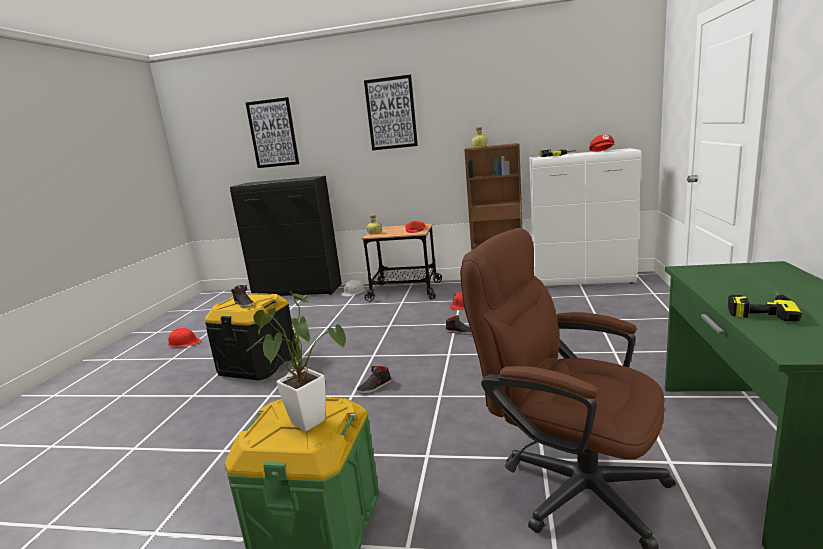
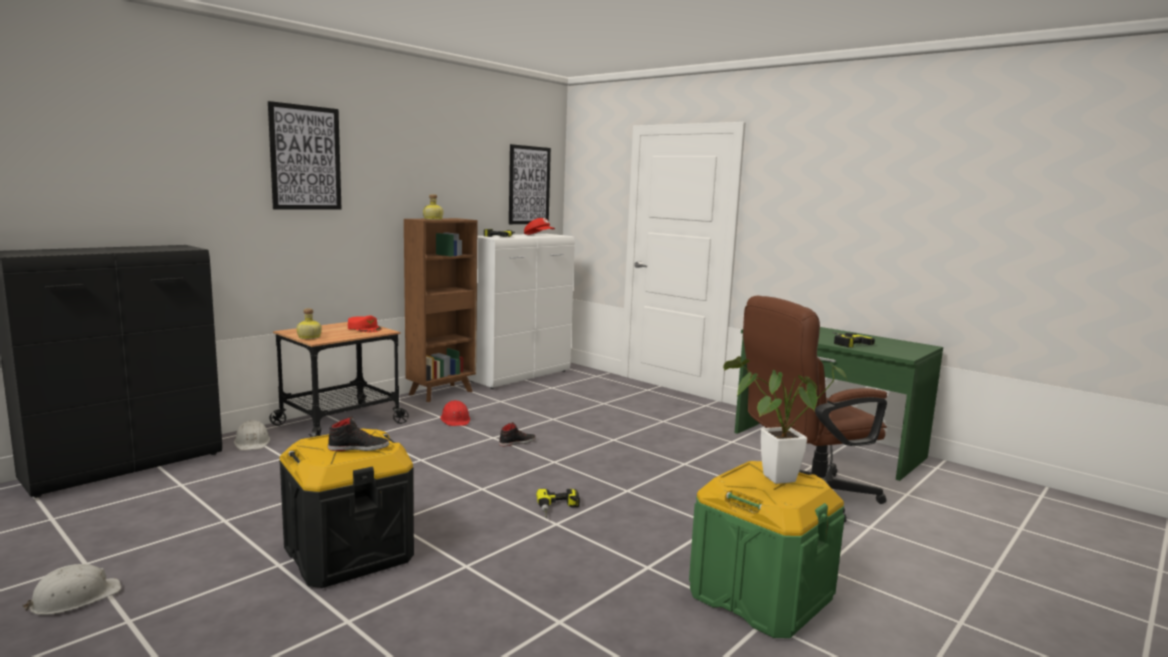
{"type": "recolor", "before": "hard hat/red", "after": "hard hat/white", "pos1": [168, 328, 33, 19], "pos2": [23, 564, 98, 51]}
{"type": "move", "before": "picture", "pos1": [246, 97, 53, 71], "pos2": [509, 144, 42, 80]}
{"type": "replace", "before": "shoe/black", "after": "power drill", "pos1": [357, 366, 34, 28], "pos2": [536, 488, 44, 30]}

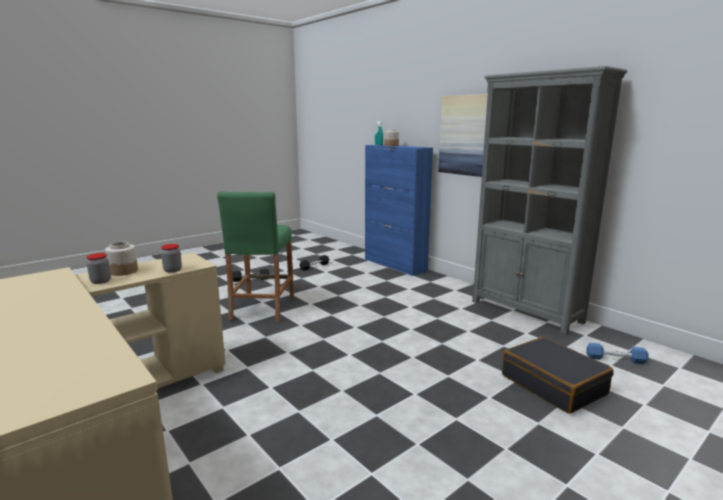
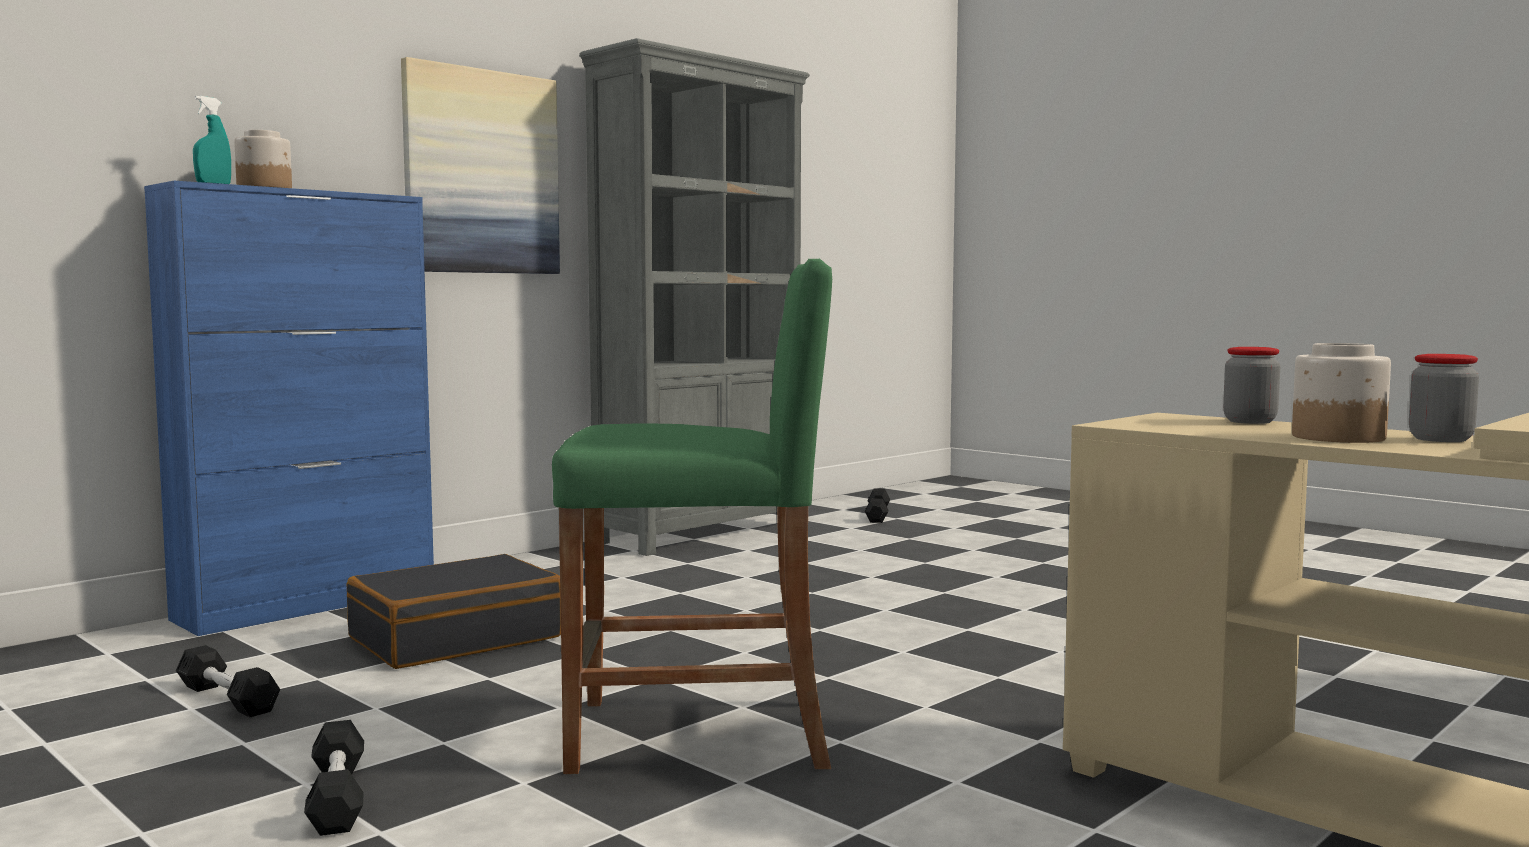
{"type": "move", "before": "suitcase/black", "pos1": [502, 337, 112, 77], "pos2": [347, 554, 214, 115]}
{"type": "recolor", "before": "dumbbell/blue", "after": "dumbbell/black", "pos1": [586, 343, 63, 21], "pos2": [865, 489, 25, 34]}

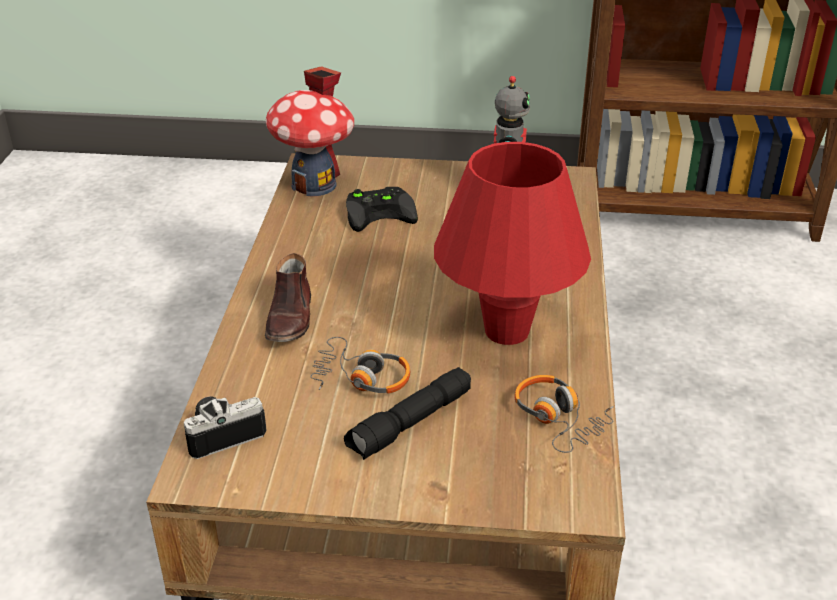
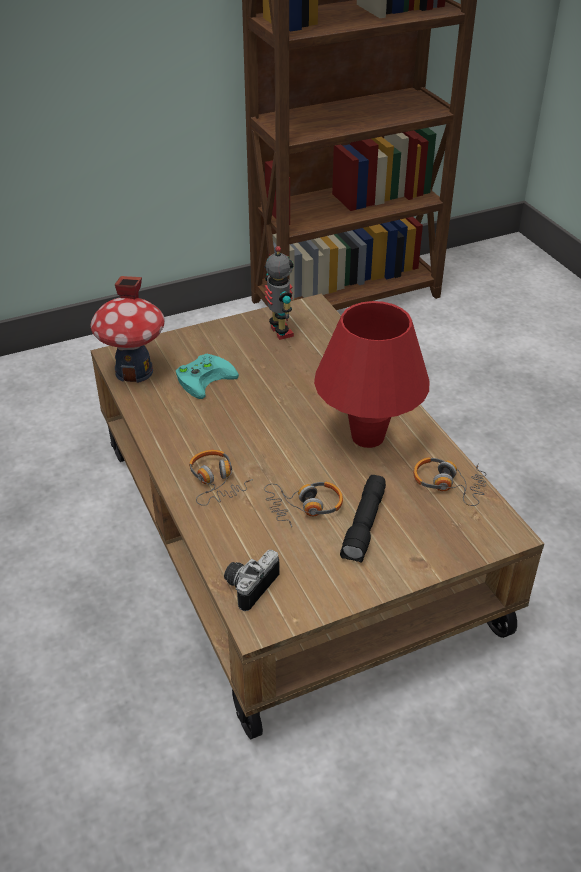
{"type": "recolor", "before": "game controller/black", "after": "game controller/turquoise", "pos1": [346, 187, 72, 45], "pos2": [176, 354, 63, 45]}
{"type": "replace", "before": "shoe/brown", "after": "headphones", "pos1": [265, 253, 46, 89], "pos2": [189, 450, 64, 56]}

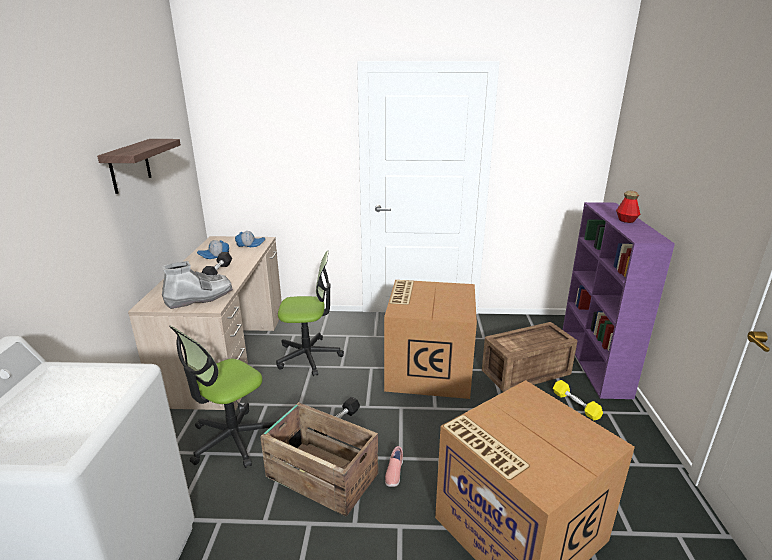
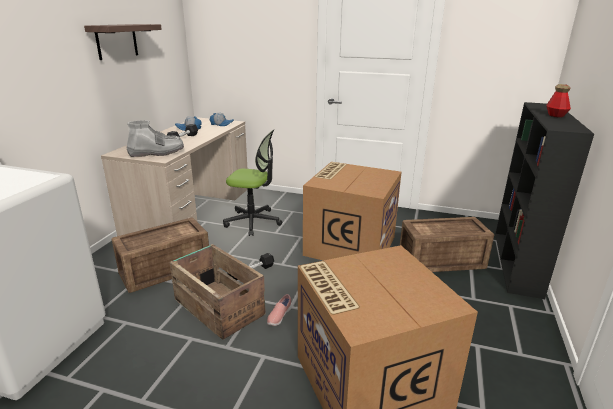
{"type": "replace", "before": "office chair", "after": "crate", "pos1": [170, 325, 106, 143], "pos2": [112, 218, 97, 75]}
{"type": "recolor", "before": "bookcase/purple", "after": "bookcase/black", "pos1": [563, 202, 112, 197], "pos2": [495, 102, 99, 197]}
{"type": "delete", "before": "dumbbell/yellow", "pos1": [553, 380, 50, 40]}

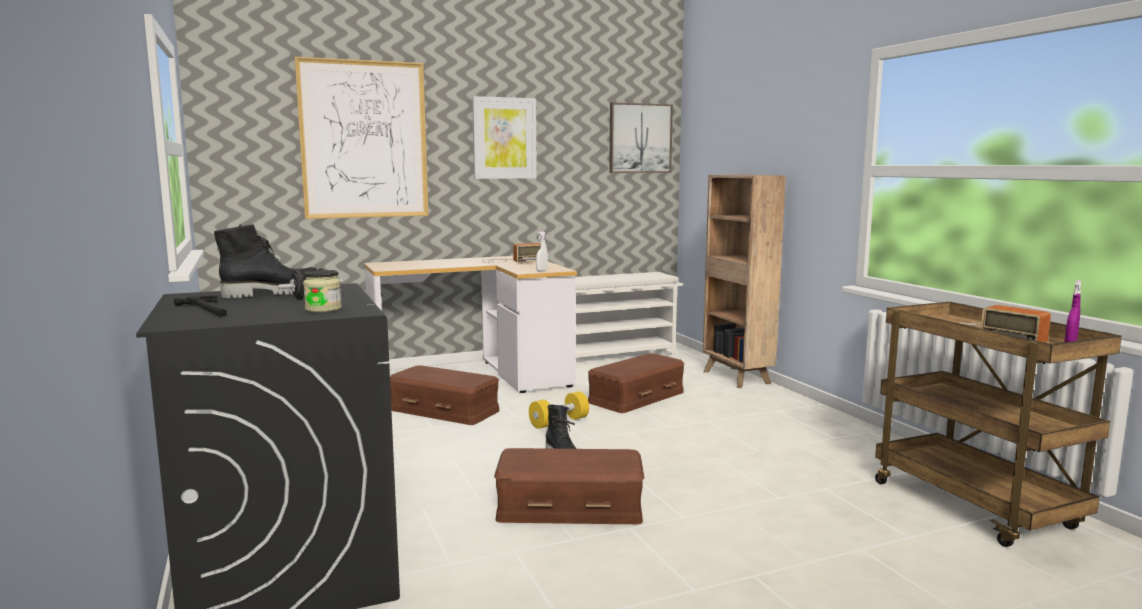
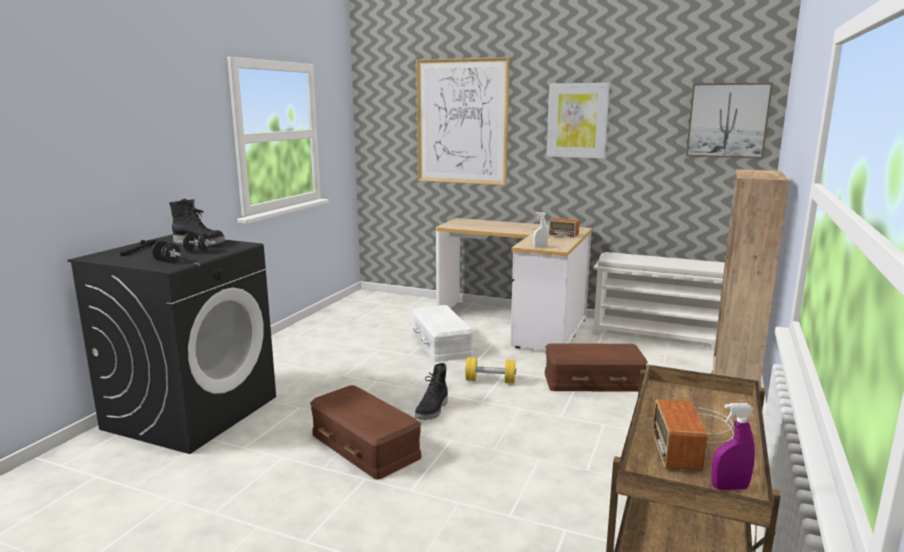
{"type": "replace", "before": "jar", "after": "dumbbell/black", "pos1": [303, 270, 39, 42], "pos2": [151, 241, 30, 22]}
{"type": "recolor", "before": "storage box/brown", "after": "storage box/white", "pos1": [390, 365, 110, 60], "pos2": [412, 305, 61, 57]}

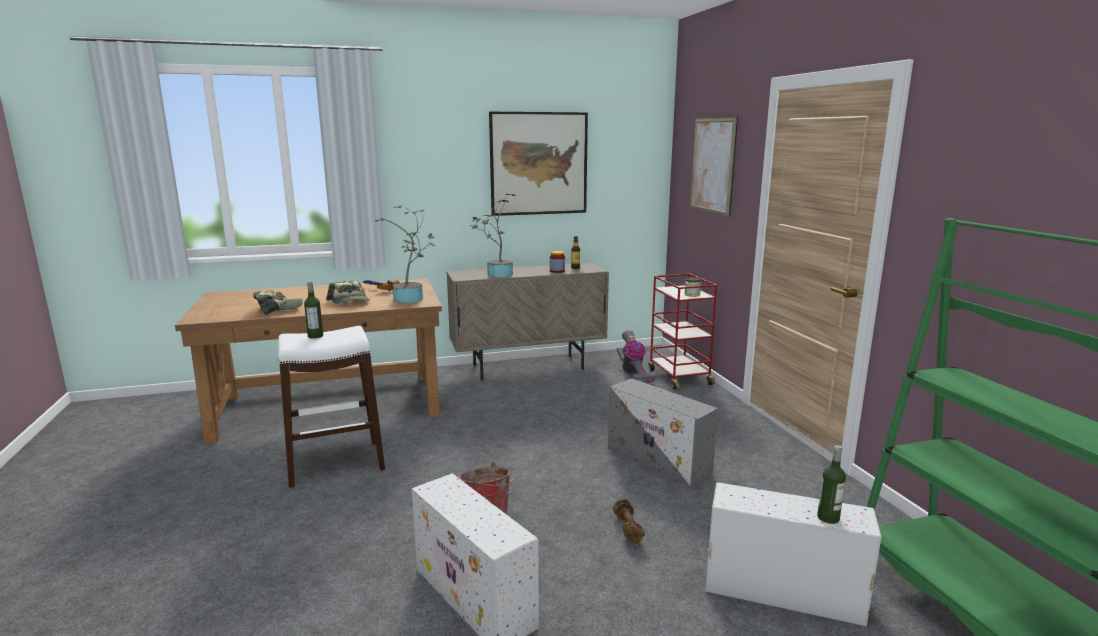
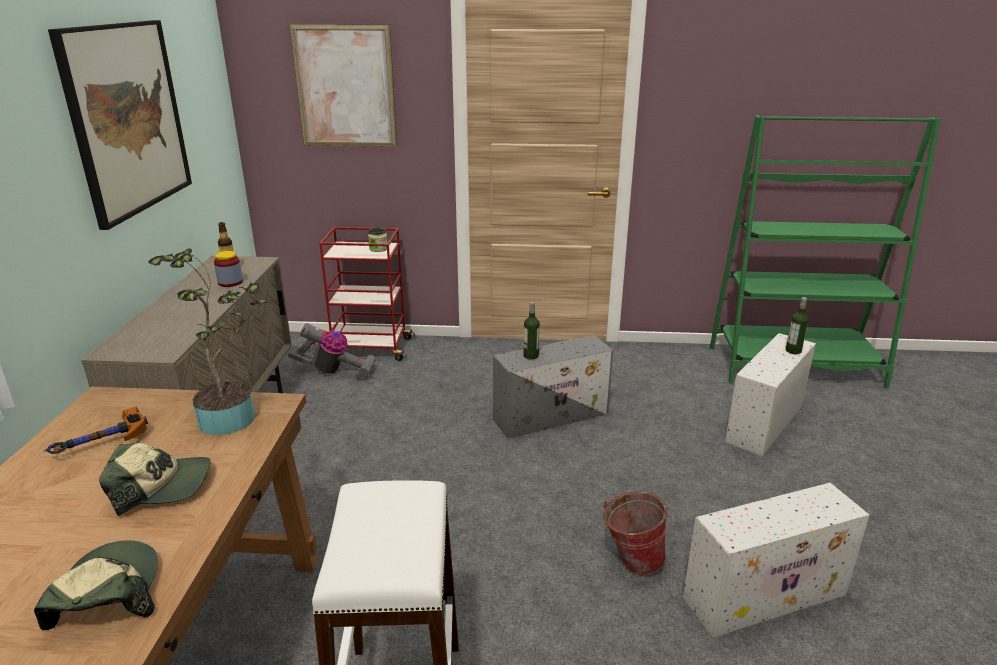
{"type": "move", "before": "bottle", "pos1": [304, 281, 19, 58], "pos2": [524, 301, 16, 58]}
{"type": "delete", "before": "potted plant", "pos1": [470, 194, 46, 83]}
{"type": "delete", "before": "dumbbell/brown", "pos1": [613, 499, 32, 45]}

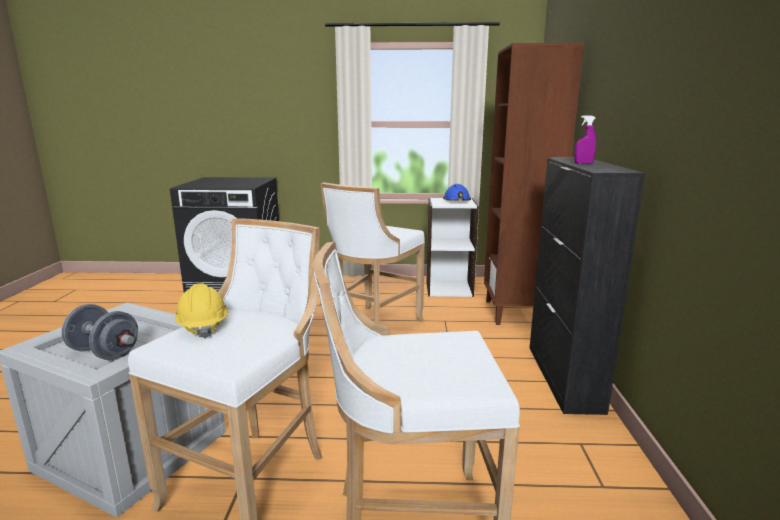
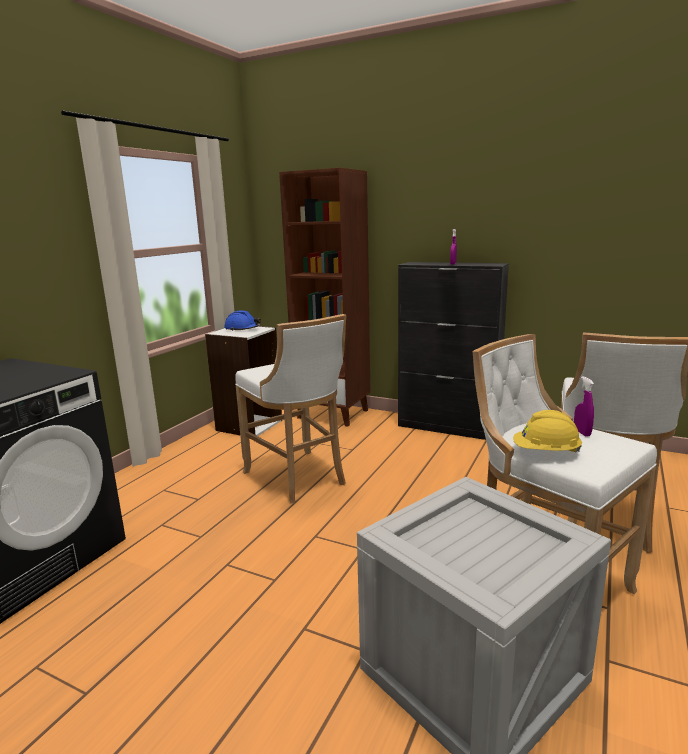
{"type": "insert", "after": "spray bottle/purple", "pos2": [574, 376, 20, 61]}
{"type": "delete", "before": "dumbbell/grey", "pos1": [61, 304, 77, 56]}

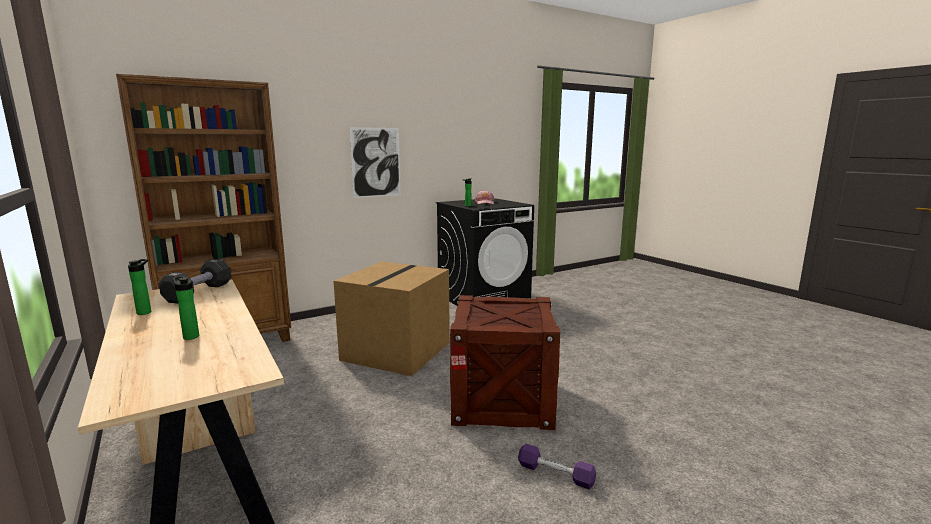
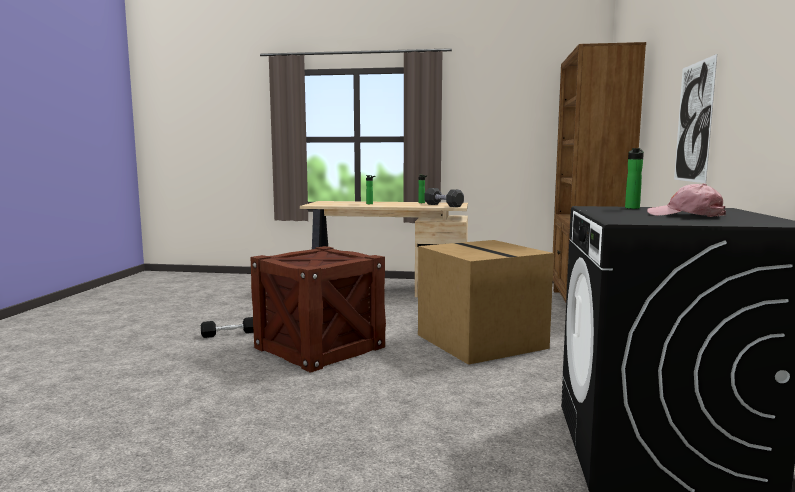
{"type": "recolor", "before": "dumbbell/purple", "after": "dumbbell/black", "pos1": [518, 444, 78, 45], "pos2": [201, 317, 53, 21]}

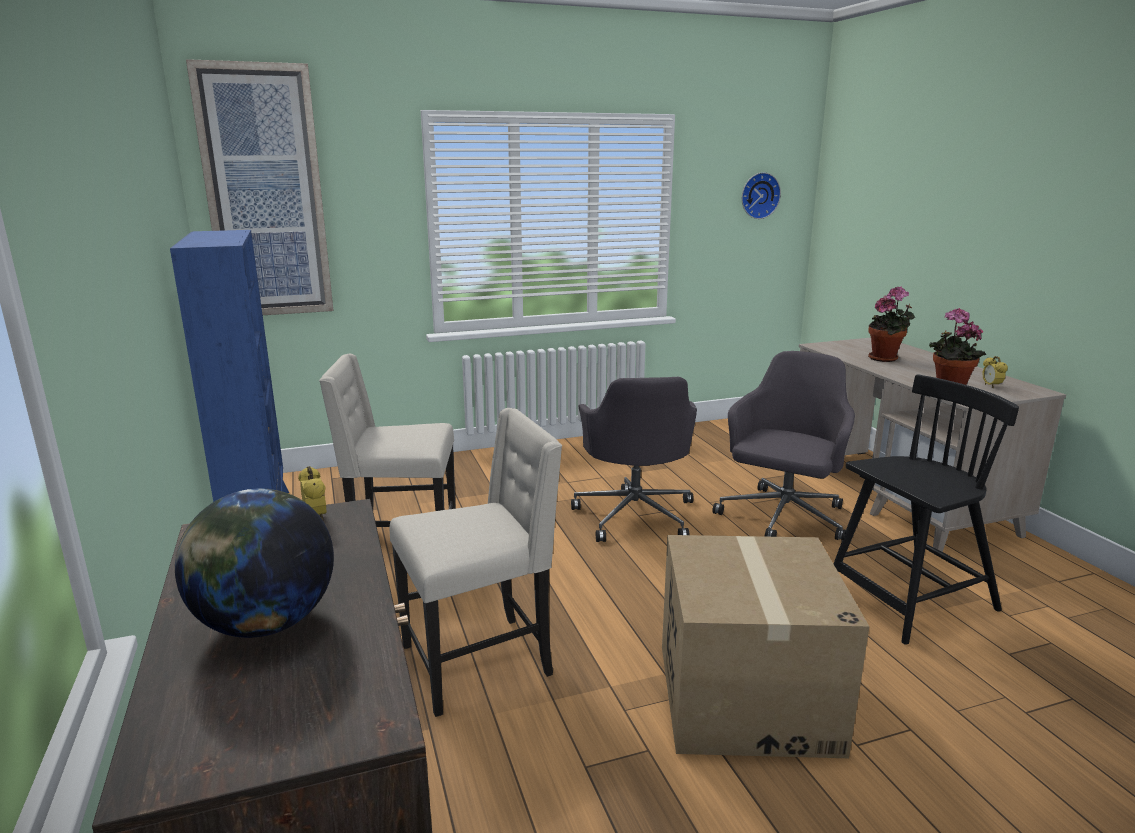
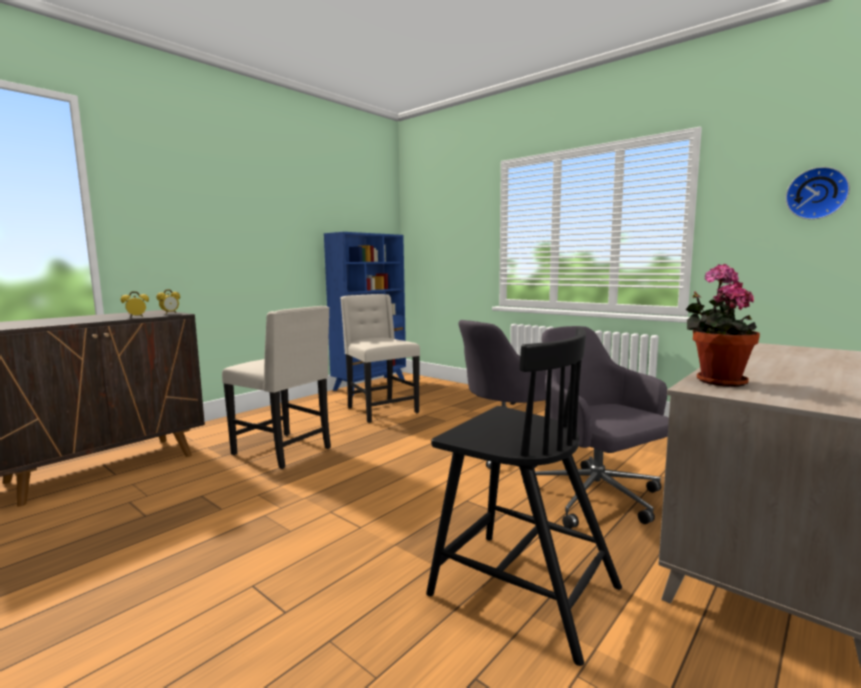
{"type": "move", "before": "alarm clock", "pos1": [982, 356, 26, 32], "pos2": [120, 291, 29, 27]}
{"type": "rotate", "before": "office chair/grey", "pos1": [712, 351, 143, 190], "pos2": [523, 326, 146, 203], "turn": -120}
{"type": "delete", "before": "globe", "pos1": [175, 488, 159, 150]}
{"type": "delete", "before": "picture", "pos1": [186, 59, 148, 256]}
{"type": "delete", "before": "cardboard box", "pos1": [662, 535, 208, 223]}
{"type": "delete", "before": "potted plant", "pos1": [868, 287, 47, 75]}

